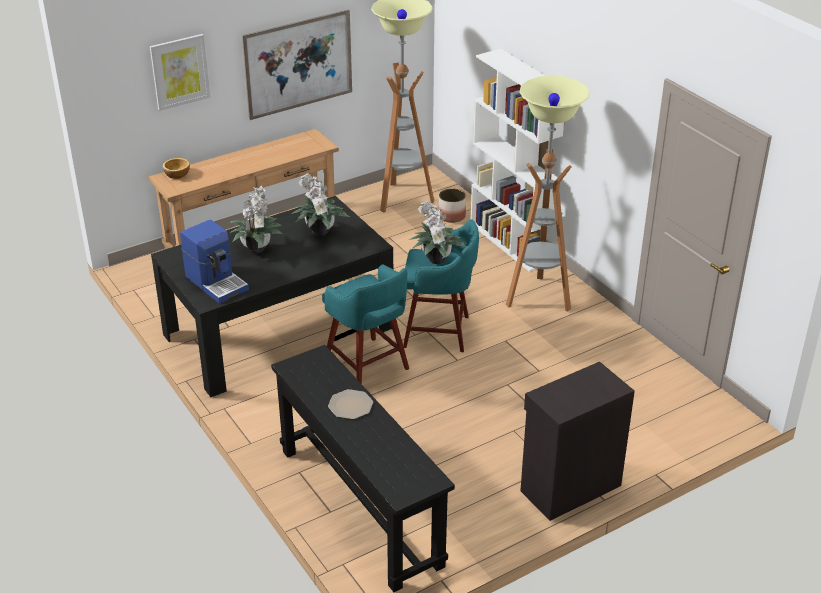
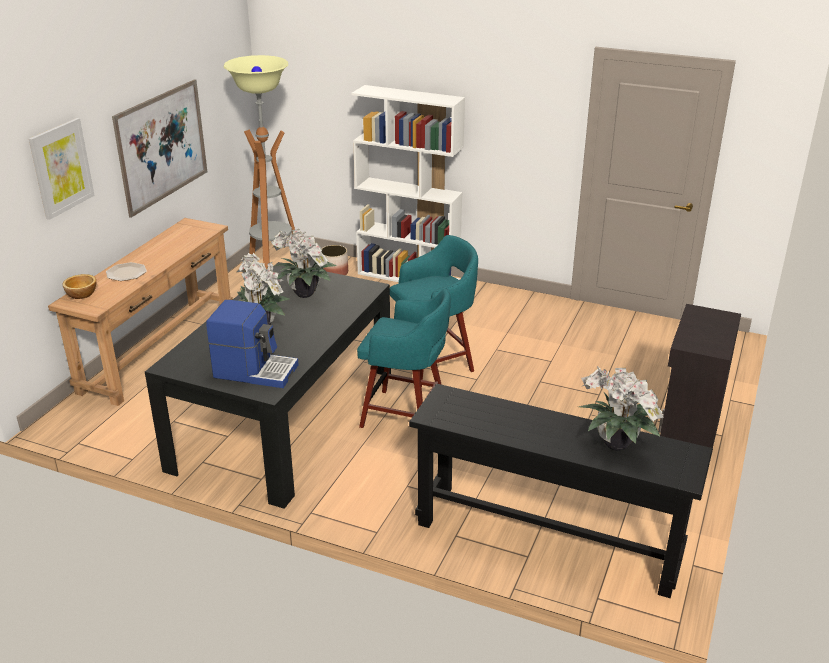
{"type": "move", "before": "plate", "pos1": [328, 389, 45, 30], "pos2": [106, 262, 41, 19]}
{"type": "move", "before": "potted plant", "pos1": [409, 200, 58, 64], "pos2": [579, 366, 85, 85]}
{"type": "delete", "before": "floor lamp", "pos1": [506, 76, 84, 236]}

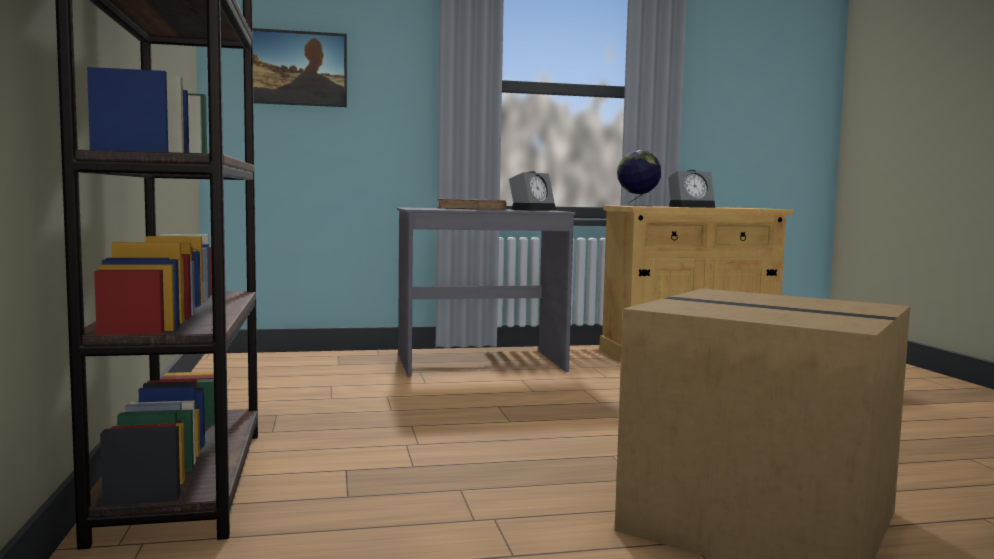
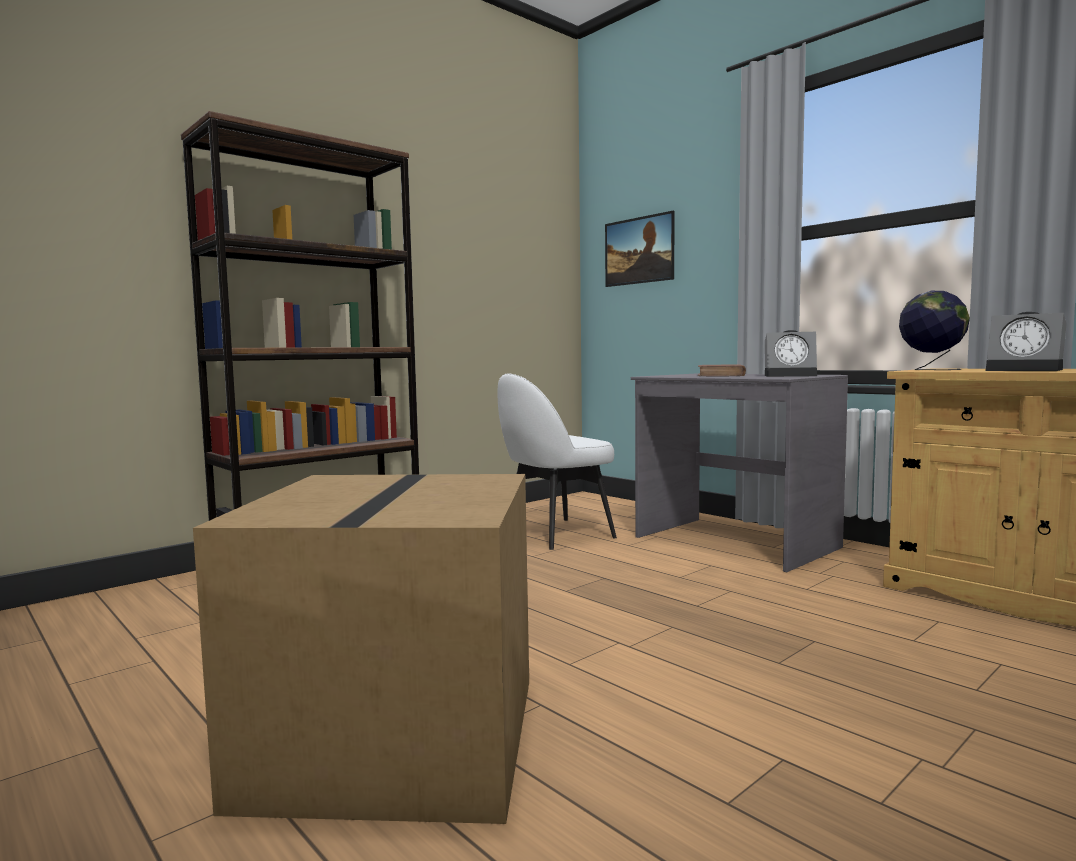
{"type": "insert", "after": "chair/white", "pos2": [498, 373, 119, 177]}

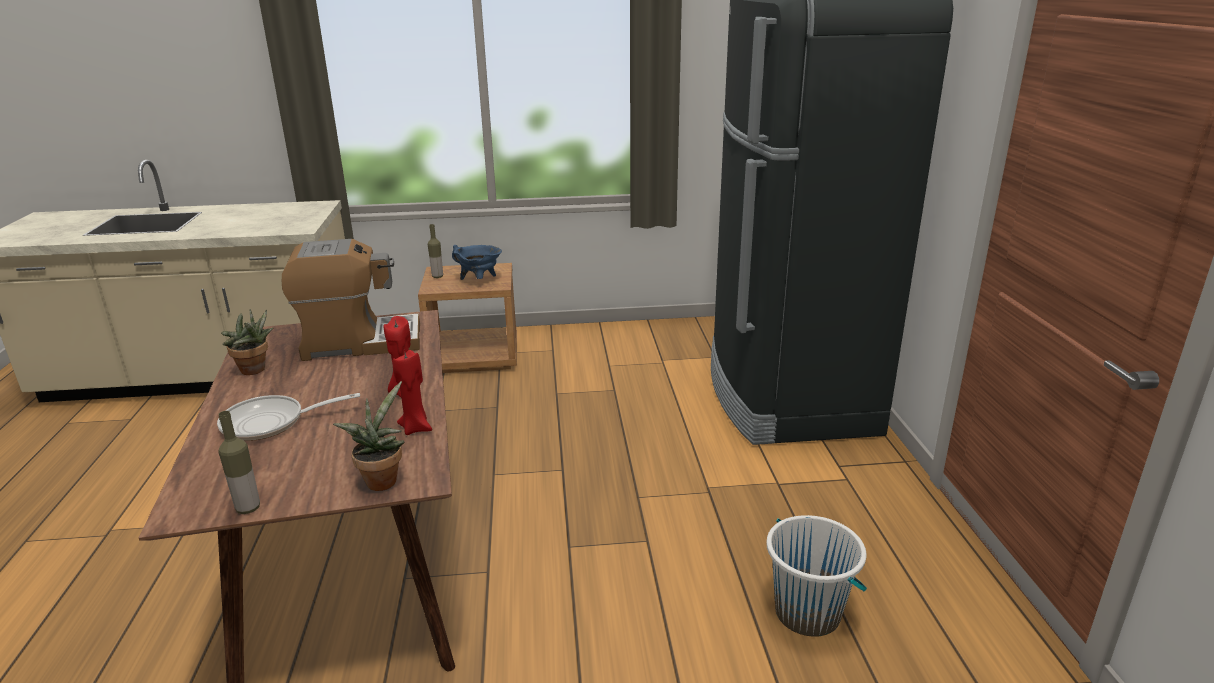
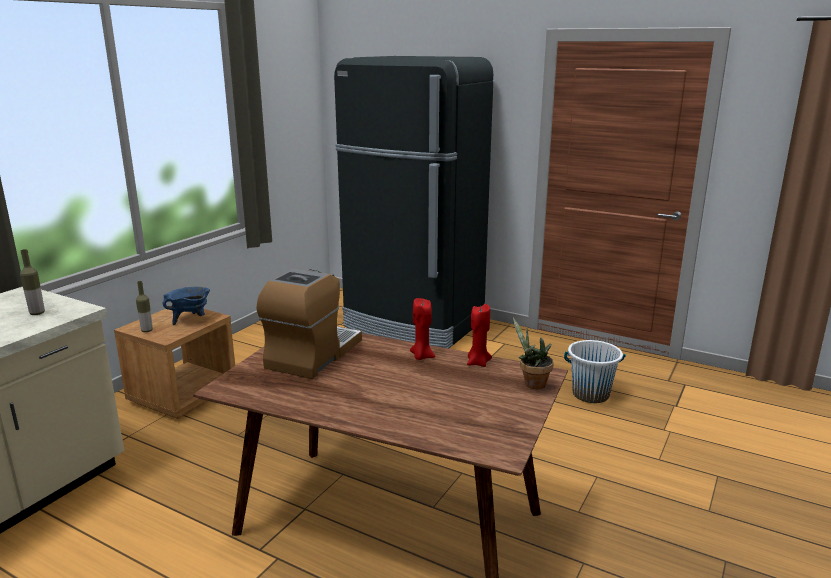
{"type": "move", "before": "bottle", "pos1": [218, 411, 42, 103], "pos2": [20, 249, 25, 66]}
{"type": "delete", "before": "frying pan", "pos1": [217, 393, 143, 48]}
{"type": "delete", "before": "potted plant", "pos1": [221, 309, 53, 66]}

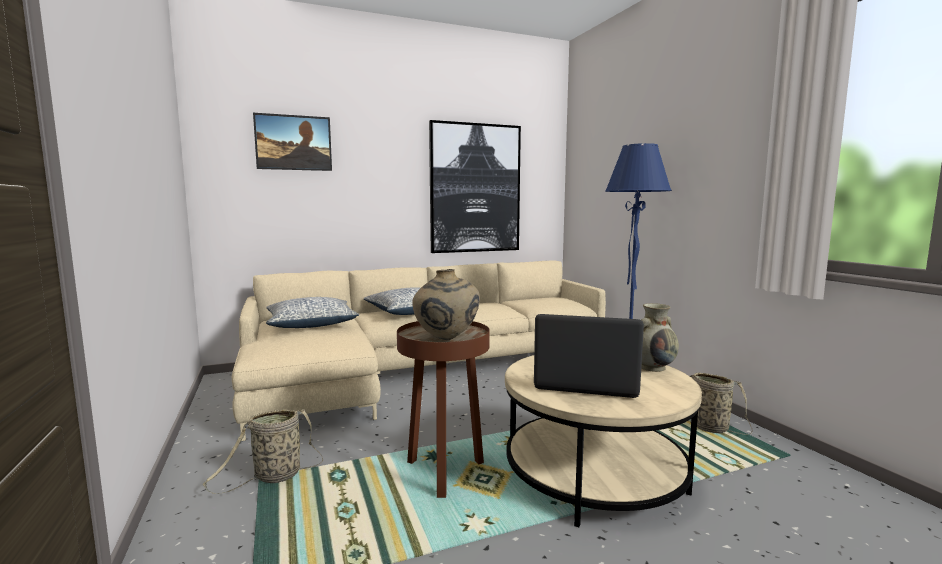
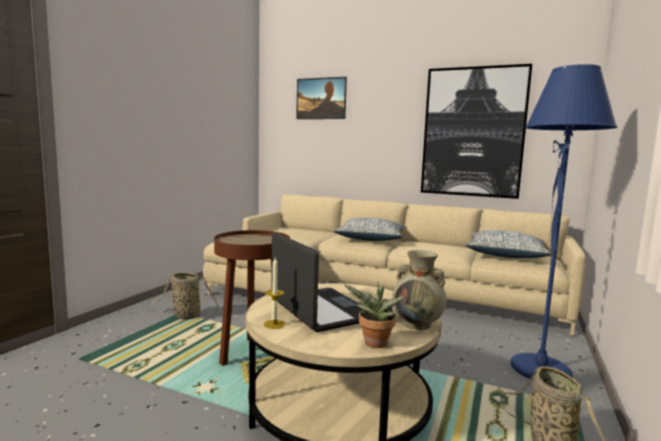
{"type": "insert", "after": "candle", "pos2": [264, 258, 21, 71]}
{"type": "insert", "after": "potted plant", "pos2": [344, 282, 62, 66]}
{"type": "move", "before": "pillow", "pos1": [266, 297, 93, 31], "pos2": [466, 230, 86, 28]}
{"type": "delete", "before": "vase/beige", "pos1": [412, 269, 68, 71]}

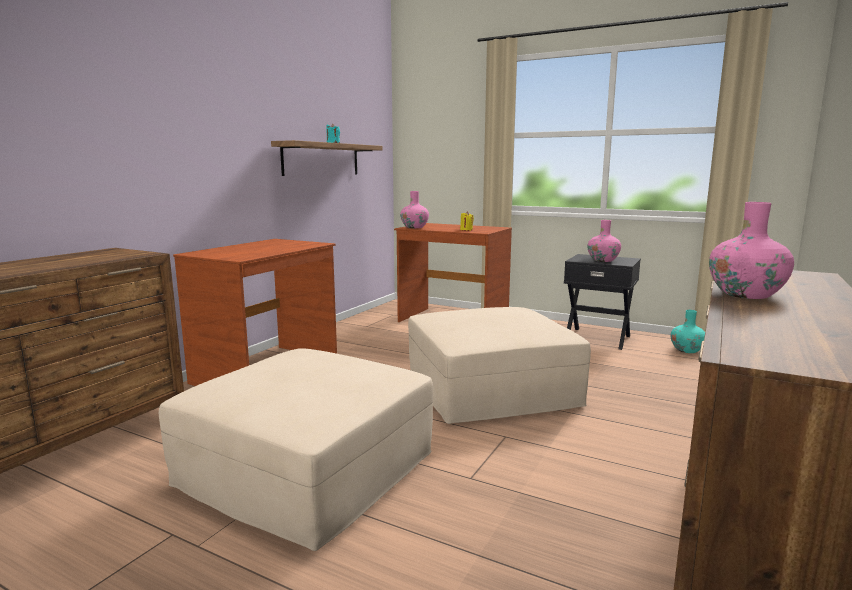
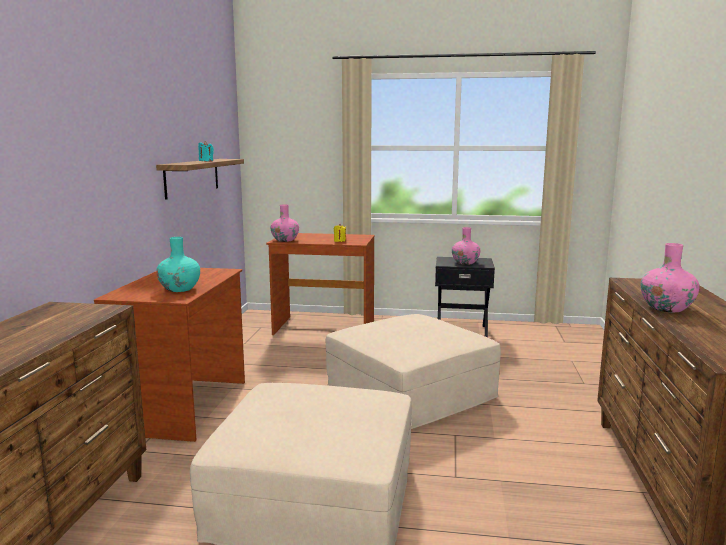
{"type": "move", "before": "vase/turquoise", "pos1": [671, 310, 34, 43], "pos2": [156, 237, 44, 55]}

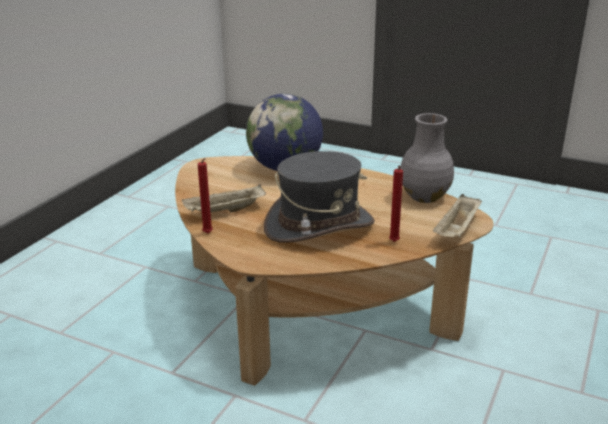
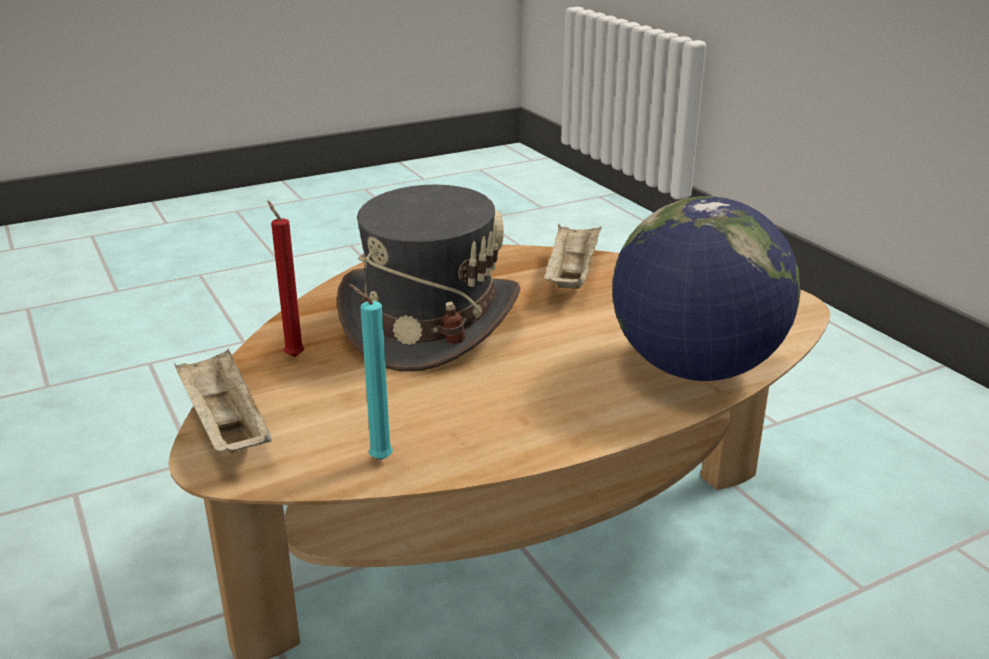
{"type": "replace", "before": "vase/grey", "after": "candle/turquoise", "pos1": [400, 113, 54, 90], "pos2": [349, 284, 44, 176]}
{"type": "delete", "before": "candle/red", "pos1": [198, 158, 15, 75]}

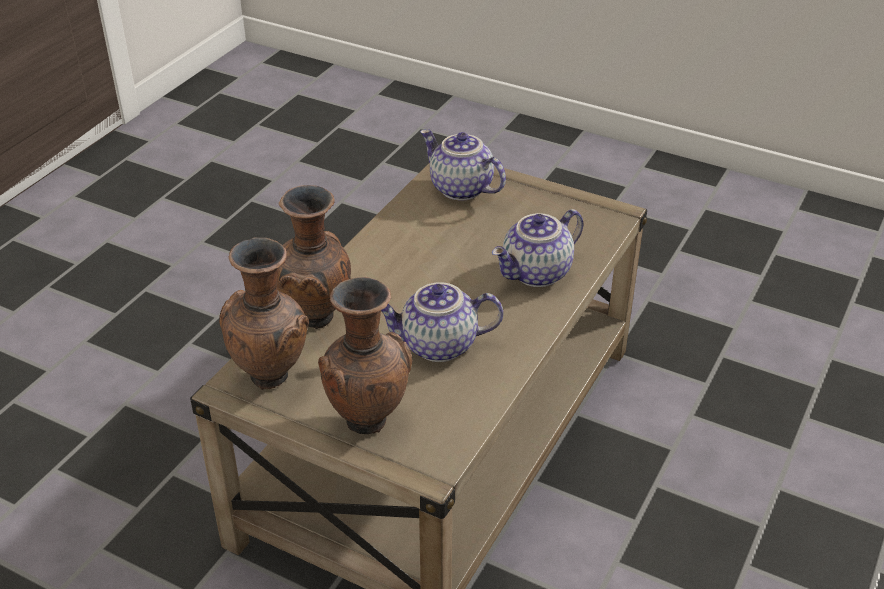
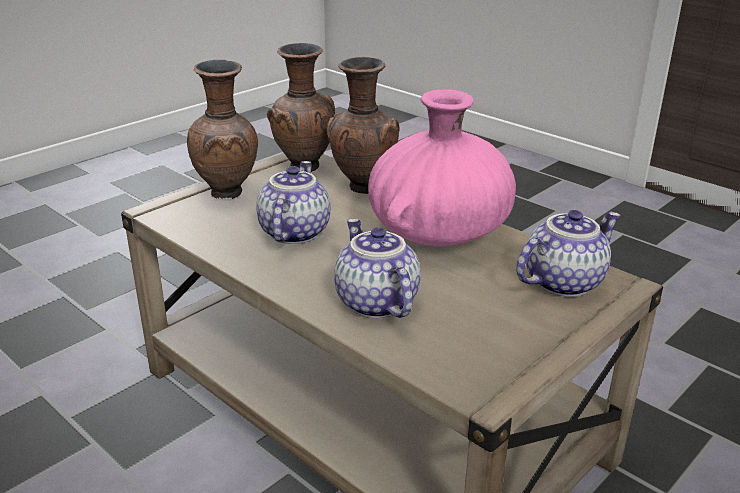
{"type": "insert", "after": "vase/pink", "pos2": [368, 89, 148, 158]}

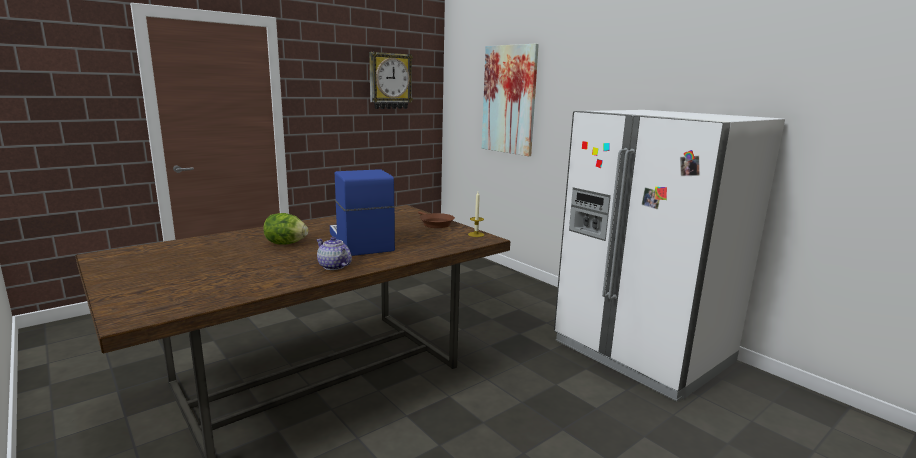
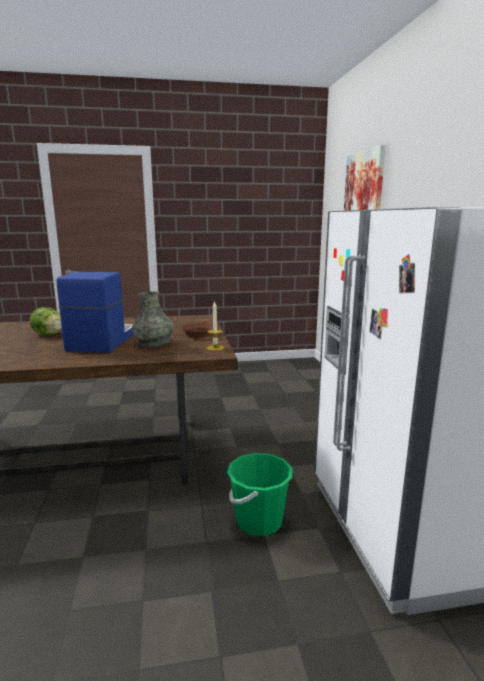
{"type": "insert", "after": "vase/grey", "pos2": [132, 291, 42, 56]}
{"type": "insert", "after": "bucket/green", "pos2": [227, 453, 66, 83]}
{"type": "delete", "before": "teapot", "pos1": [316, 237, 36, 33]}
{"type": "delete", "before": "wall clock", "pos1": [369, 52, 44, 57]}

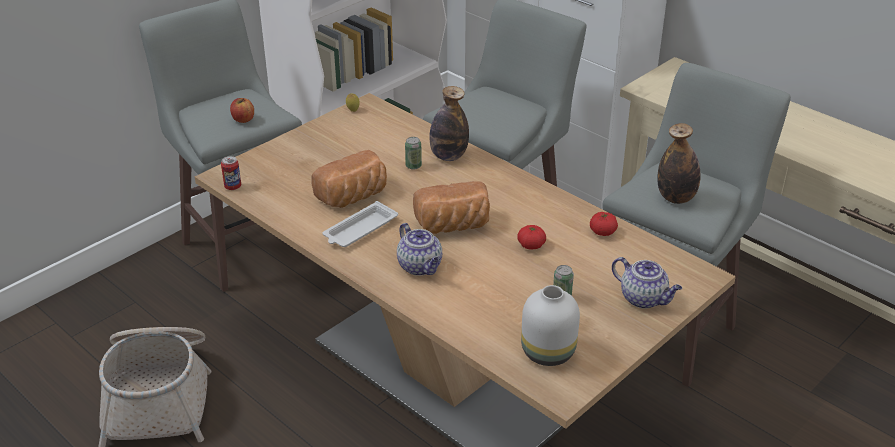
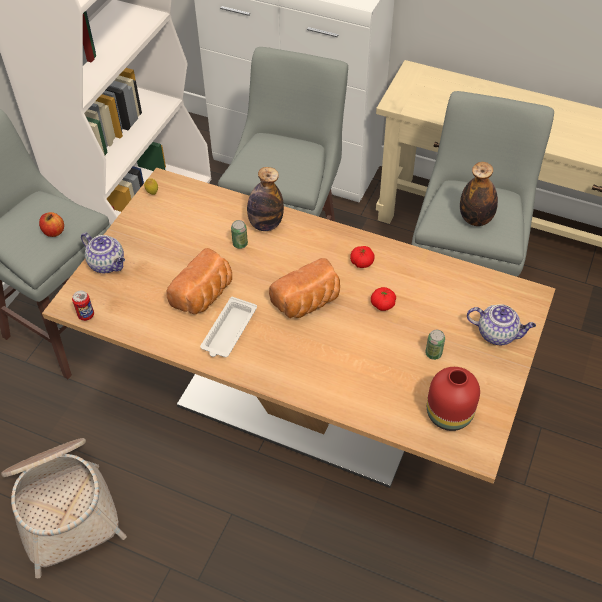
{"type": "move", "before": "teapot", "pos1": [397, 223, 45, 53], "pos2": [81, 232, 44, 41]}
{"type": "move", "before": "tomato", "pos1": [590, 212, 28, 24], "pos2": [350, 246, 24, 22]}
{"type": "recolor", "before": "vase/white", "after": "vase/red", "pos1": [521, 285, 59, 81], "pos2": [427, 367, 53, 64]}

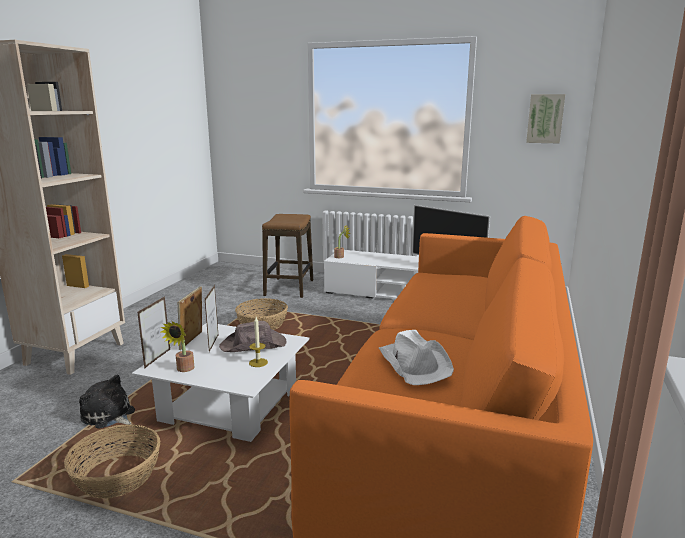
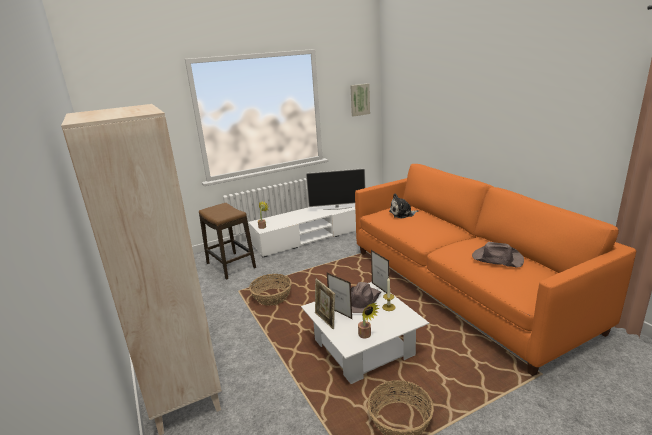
{"type": "move", "before": "picture frame", "pos1": [137, 296, 33, 73], "pos2": [371, 250, 18, 43]}
{"type": "move", "before": "plush toy", "pos1": [79, 375, 56, 53], "pos2": [389, 193, 29, 26]}
{"type": "recolor", "before": "hat/white", "after": "hat/brown", "pos1": [379, 330, 75, 55], "pos2": [472, 242, 52, 26]}

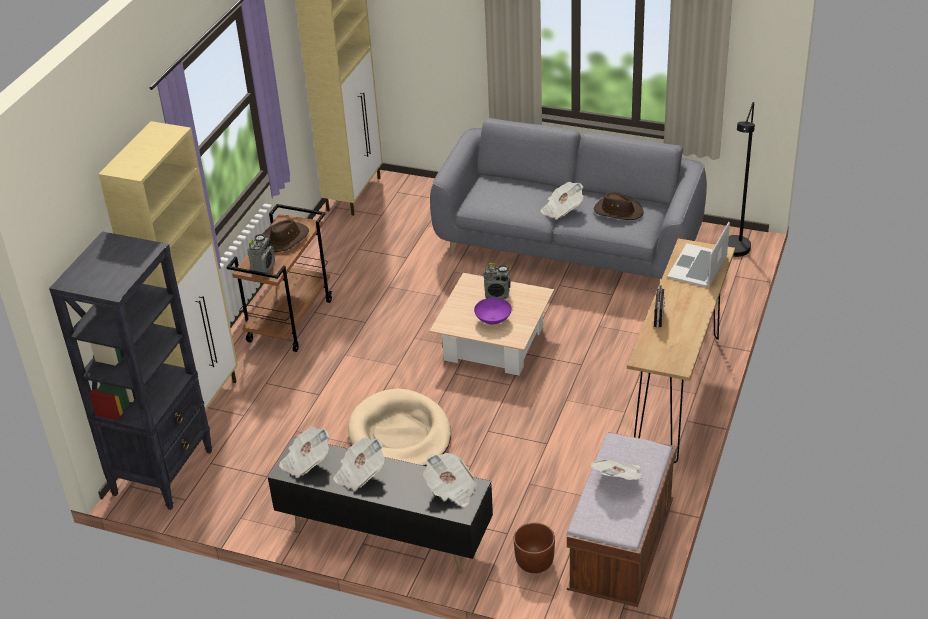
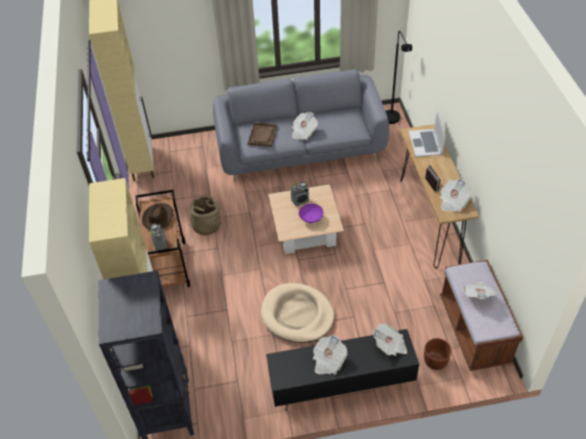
{"type": "insert", "after": "basket", "pos2": [185, 196, 39, 39]}
{"type": "insert", "after": "tray/brown", "pos2": [248, 122, 29, 25]}
{"type": "move", "before": "newspaper", "pos1": [279, 427, 50, 51], "pos2": [440, 179, 32, 33]}
{"type": "delete", "before": "hat/brown", "pos1": [594, 192, 50, 28]}

